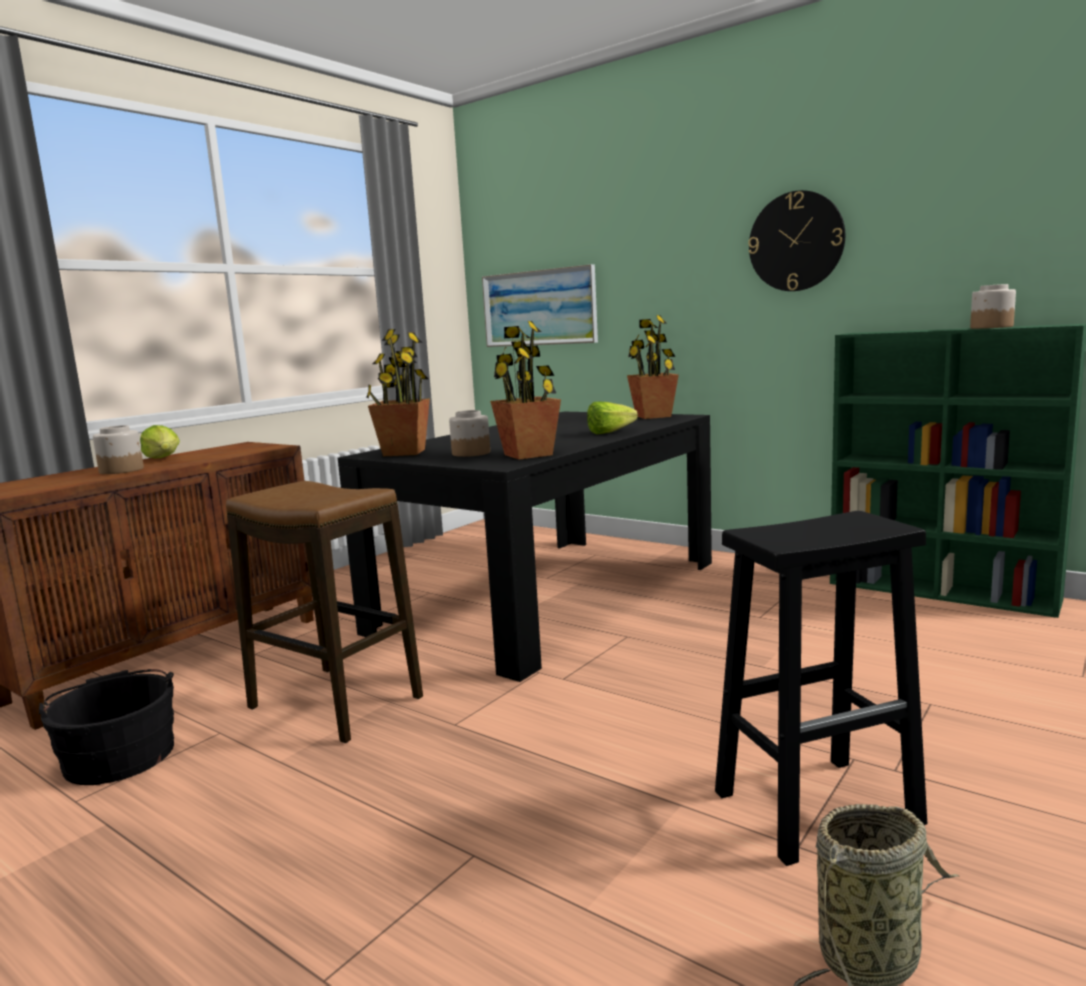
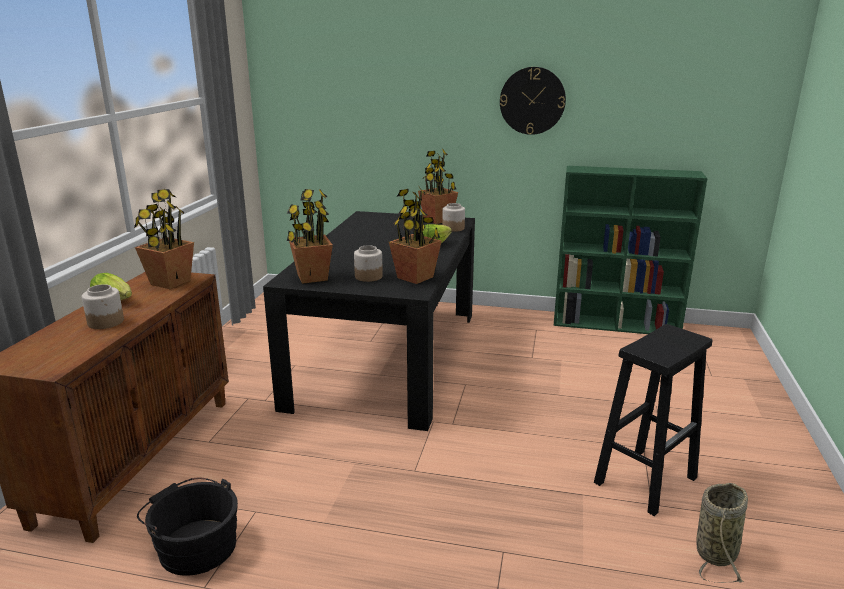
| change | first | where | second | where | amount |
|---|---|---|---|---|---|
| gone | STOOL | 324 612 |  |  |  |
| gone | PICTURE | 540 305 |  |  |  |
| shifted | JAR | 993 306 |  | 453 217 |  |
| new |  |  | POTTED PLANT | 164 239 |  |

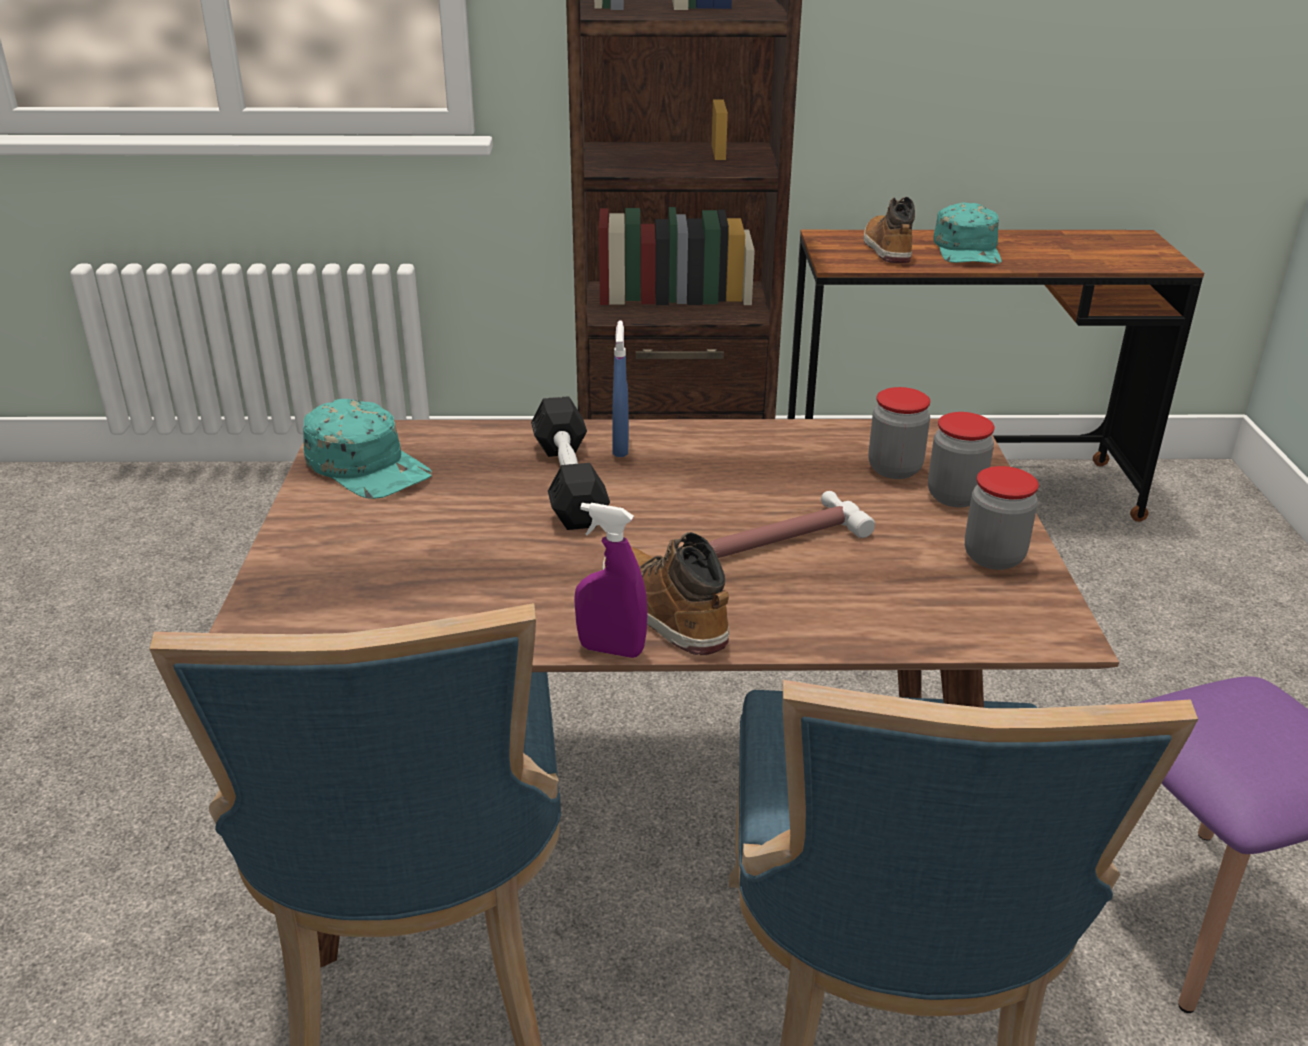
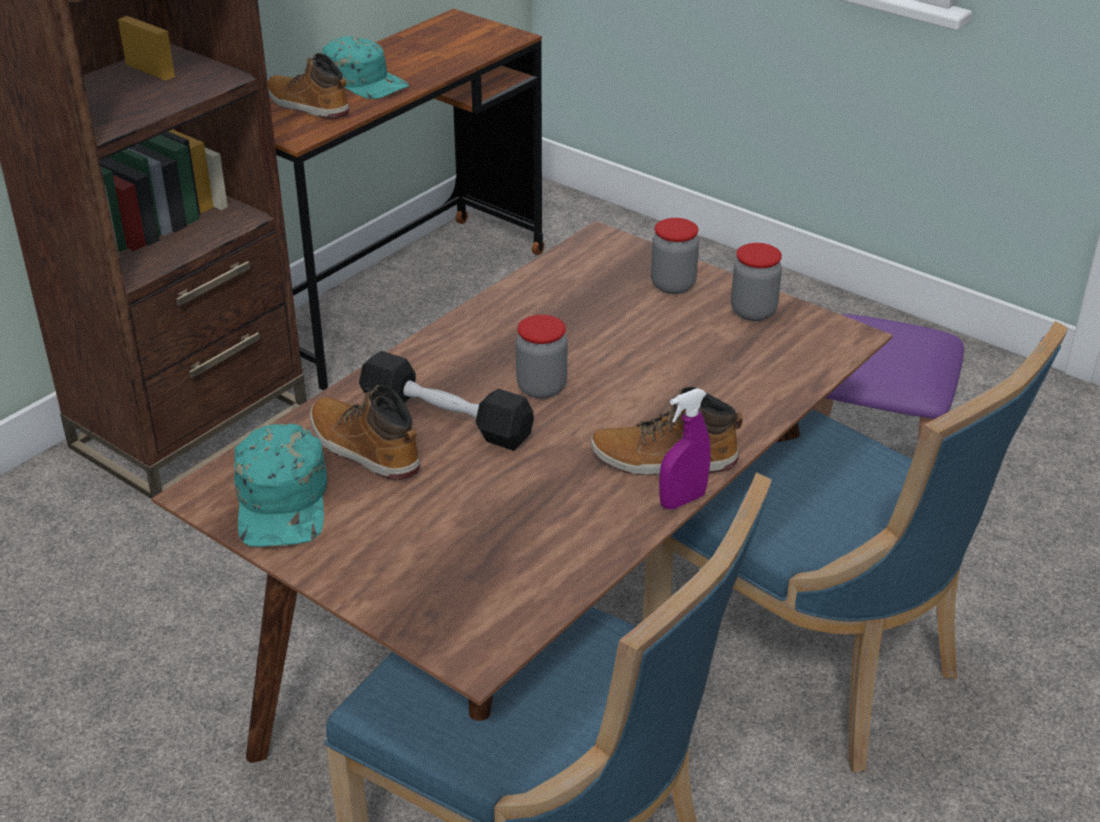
| change | first | where | second | where | amount |
|---|---|---|---|---|---|
| rotated | TURQUOISE CAP | 367 449 |  | 280 485 | 90 degrees clockwise |
| gone | BLUE SPRAY BOTTLE | 620 388 |  |  |  |
| gone | HAMMER | 792 524 |  |  |  |
| shifted | JAR | 899 433 |  | 541 357 |  |
| new |  |  | BOOT | 365 433 |  |

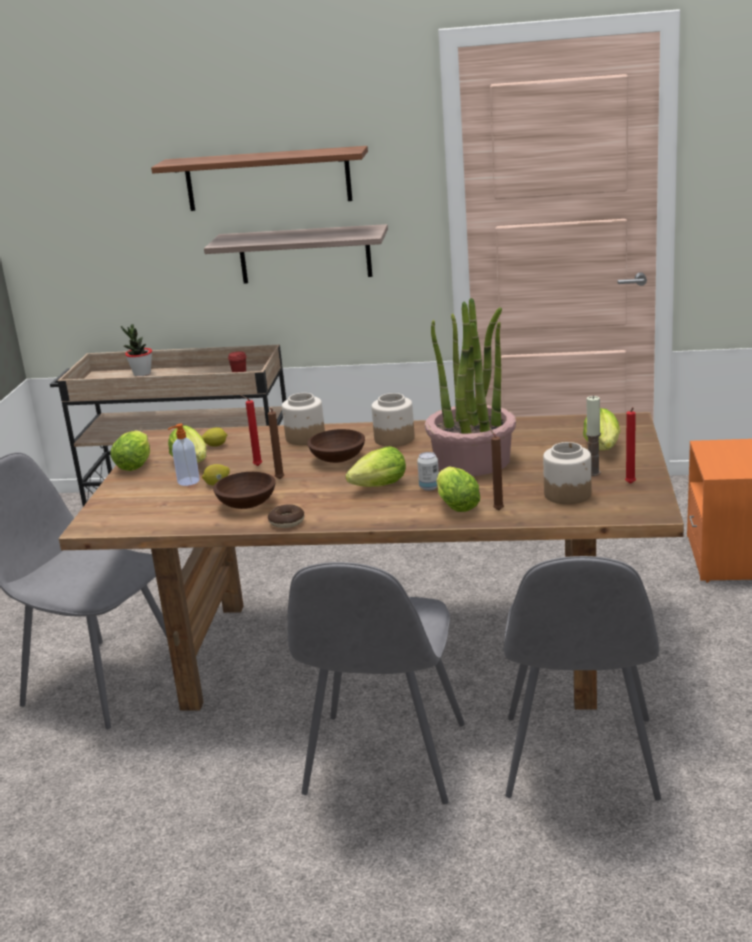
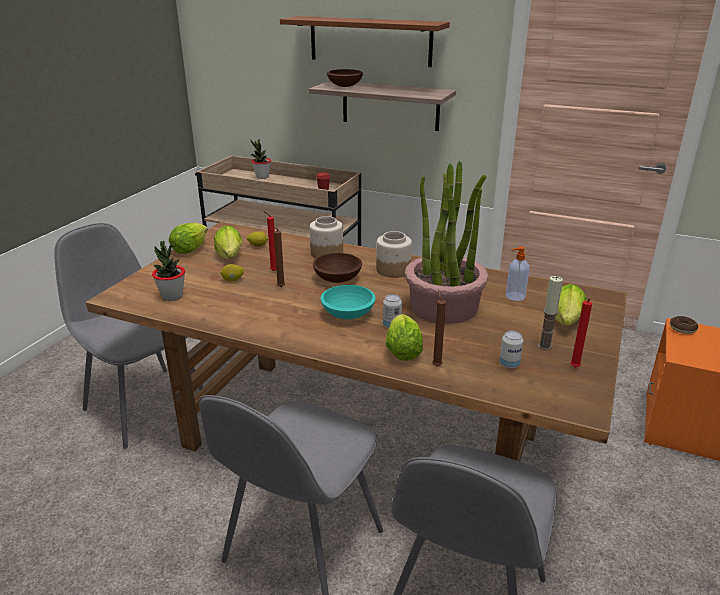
| change | first | where | second | where | amount |
|---|---|---|---|---|---|
| shifted | SOAP DISPENSER | 184 455 |  | 517 273 |  |
| shifted | BROWN BOWL | 244 490 |  | 345 78 |  |
| shifted | DONUT | 286 516 |  | 684 325 |  |
| swapped | LETTUCE | 375 466 | TURQUOISE BOWL | 348 302 |  |
| swapped | JAR | 567 473 | CAN | 511 350 |  |
| new |  |  | POTTED PLANT | 168 271 |  |

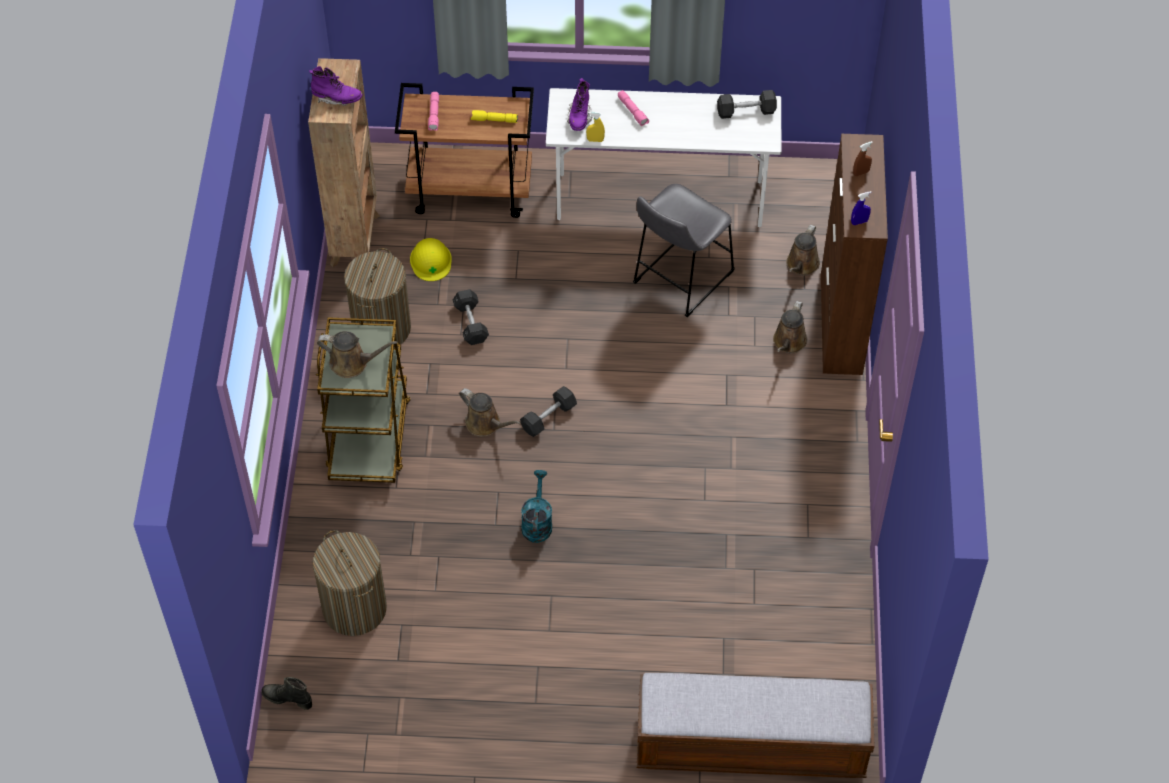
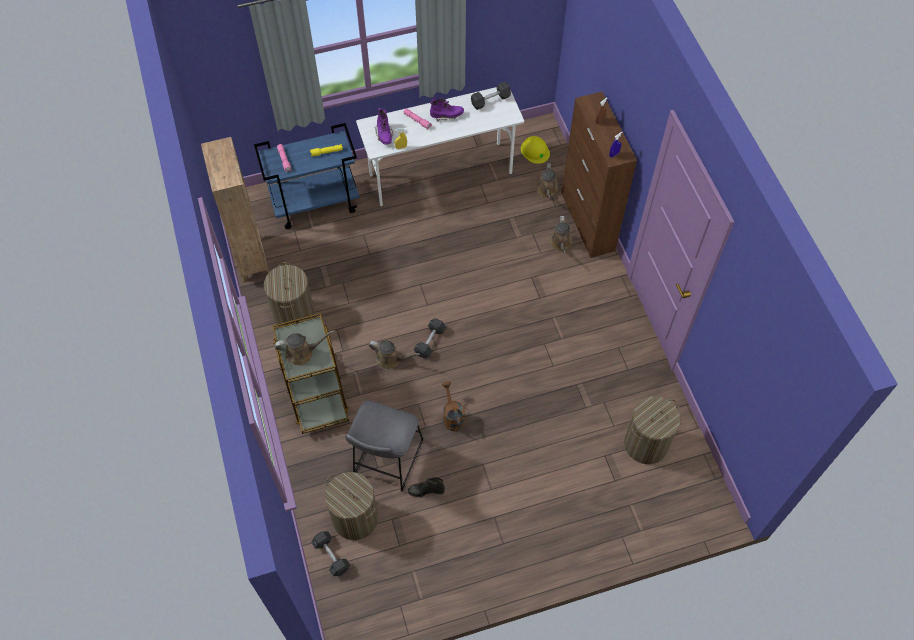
| change | first | where | second | where | amount |
|---|---|---|---|---|---|
| shifted | BLACK BOOT | 286 693 |  | 426 487 |  |
| shifted | PURPLE BOOT | 336 86 |  | 447 109 |  |
| repainted | BROWN CART | 464 150 | BLUE CART | 307 176 |  |
| shifted | YELLOW HARD HAT | 431 259 |  | 535 150 |  |
| shifted | GREY DUMBBELL | 471 317 |  | 330 554 |  |
| repainted | TURQUOISE WATERING CAN | 536 506 | BROWN WATERING CAN | 453 406 |  |
| shifted | GREY STOOL | 684 250 |  | 384 446 |  |
| gone | BENCH | 756 725 |  |  |  |
| new |  |  | LAUNDRY BASKET | 652 430 |  |

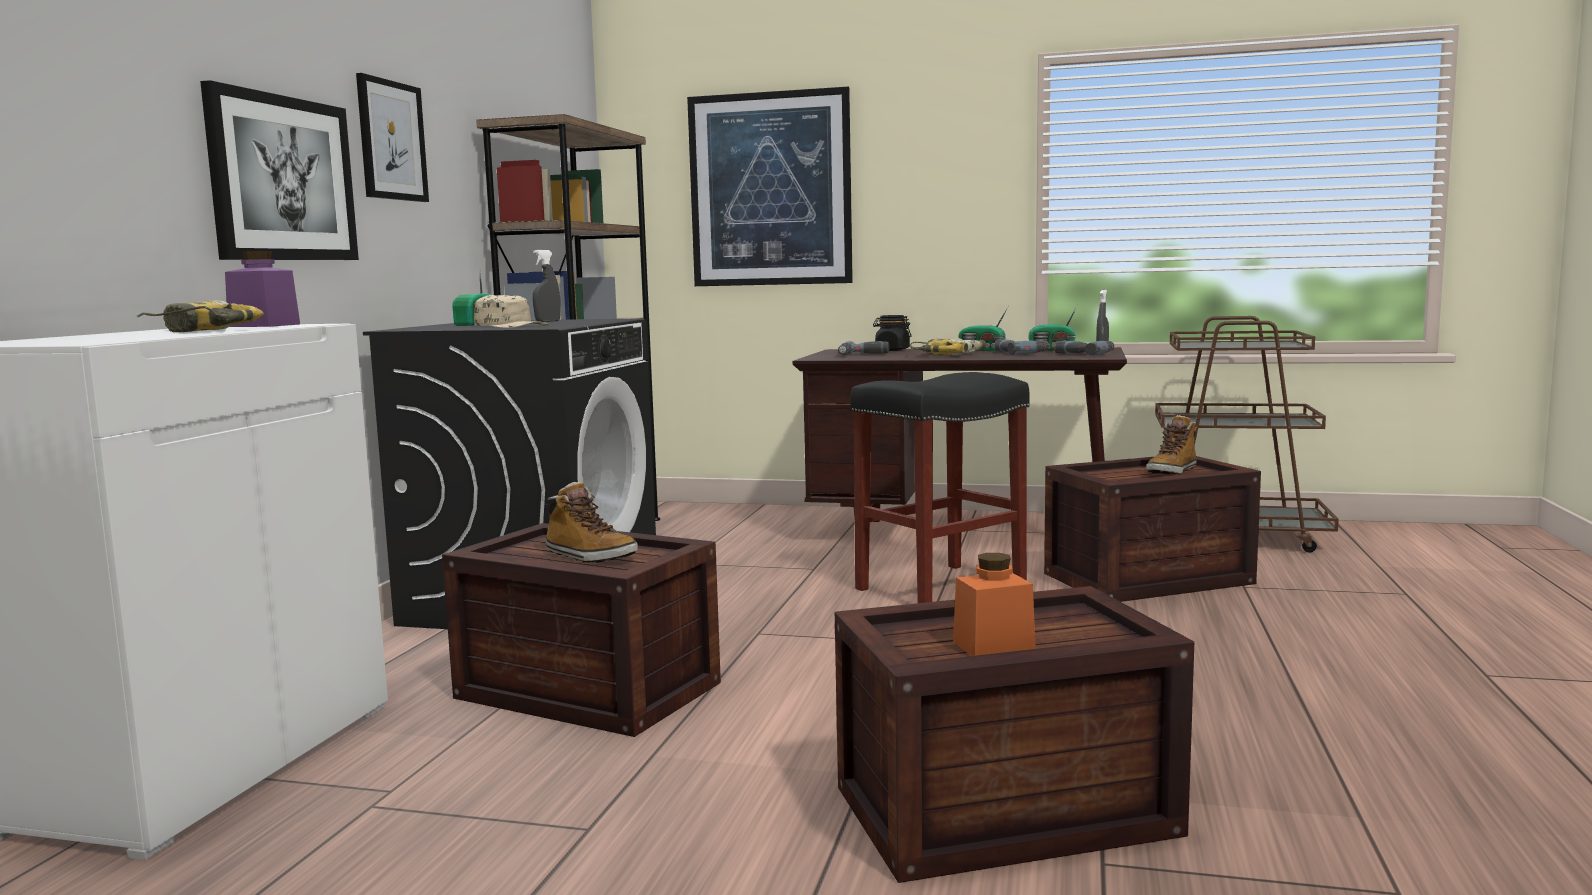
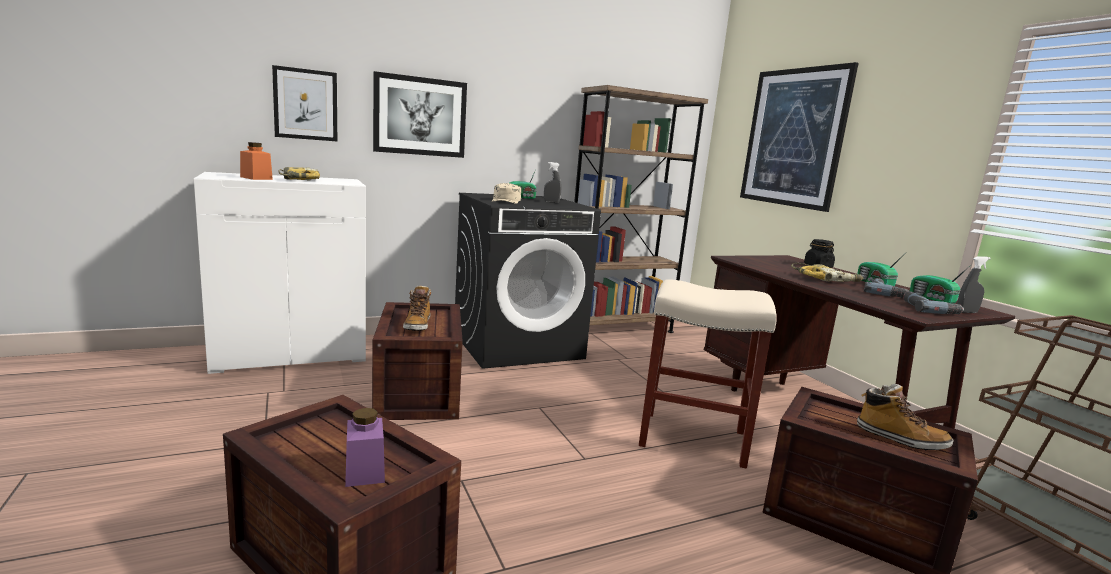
| change | first | where | second | where | amount |
|---|---|---|---|---|---|
| shifted | PURPLE JAR | 262 289 |  | 365 447 |  |
| shifted | PICTURE | 392 137 |  | 304 103 |  |
| gone | POWER DRILL | 863 348 |  |  |  |
| repainted | BLACK STOOL | 940 487 | BEIGE STOOL | 708 374 |  |
| shifted | ORANGE JAR | 994 604 |  | 256 161 |  |
| rotated | BOOT | 1171 445 |  | 905 417 | 150 degrees counterclockwise |

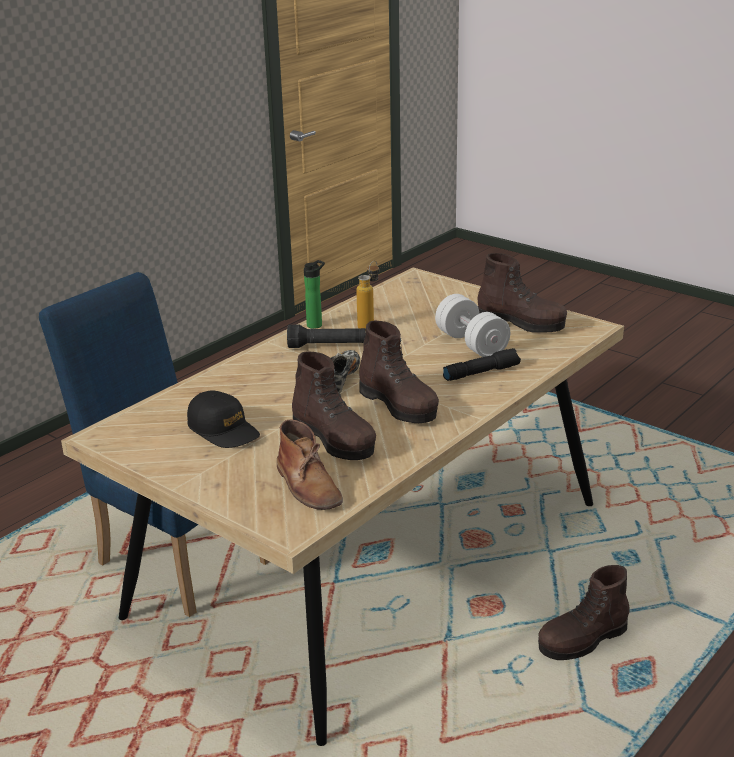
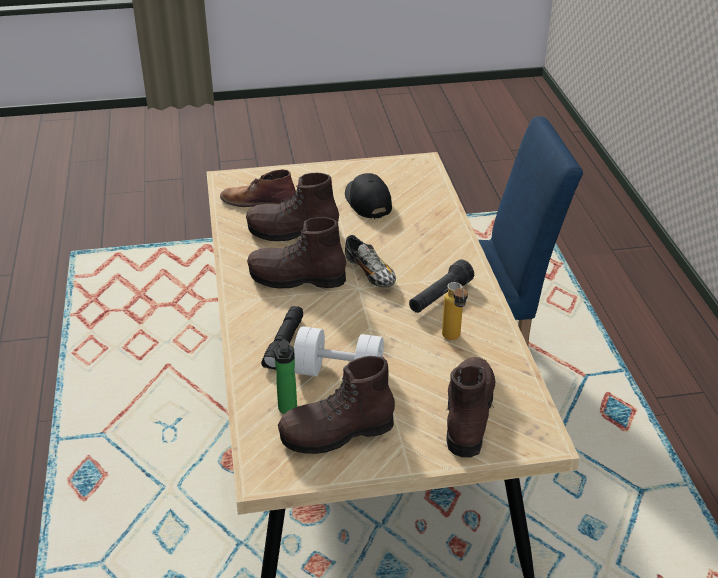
| change | first | where | second | where | amount |
|---|---|---|---|---|---|
| rotated | BLACK CAP | 223 419 |  | 368 196 | 75 degrees clockwise |
| shifted | BOTTLE | 314 294 |  | 285 376 |  |
| shifted | BROWN BOOT | 584 612 |  | 470 407 |  |

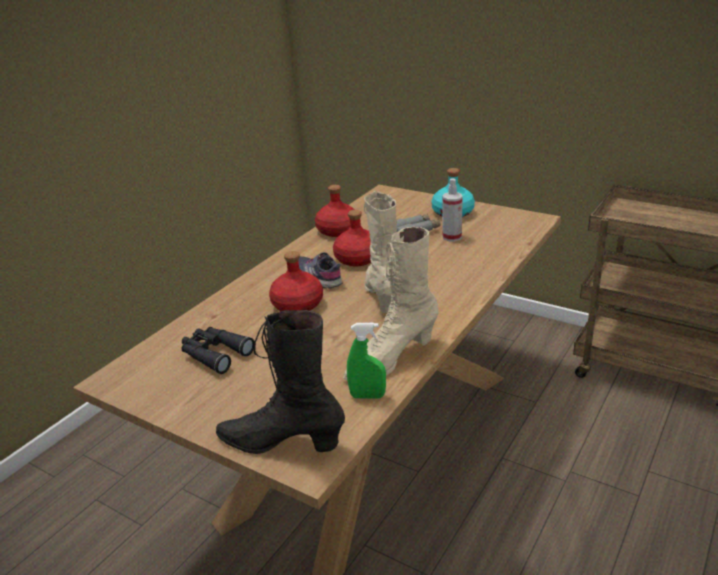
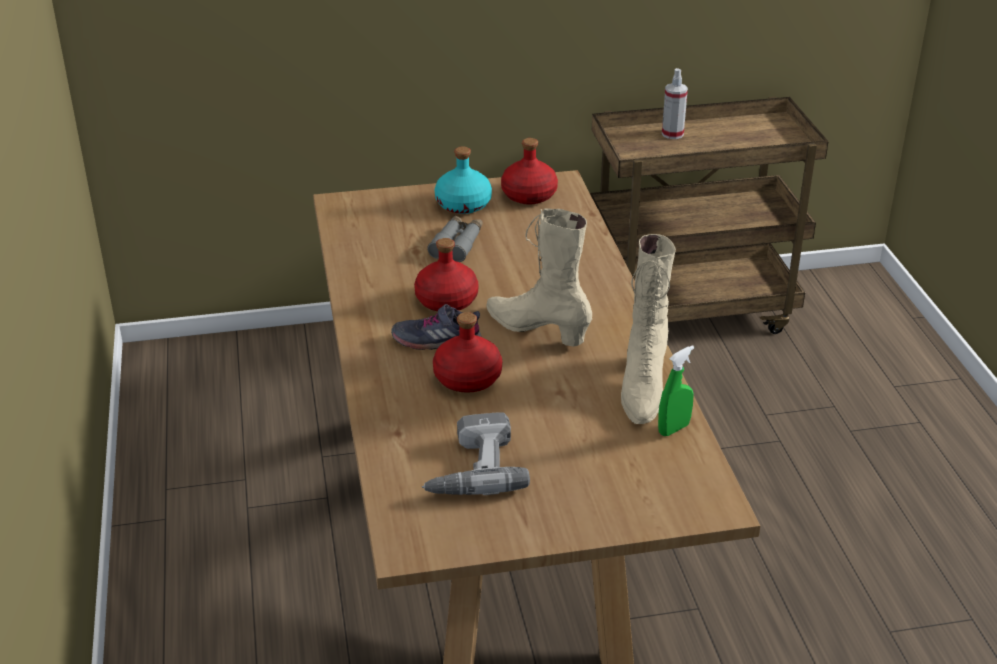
| change | first | where | second | where | amount |
|---|---|---|---|---|---|
| swapped | BLACK BINOCULARS | 218 350 | POWER DRILL | 476 453 |  |
| gone | BLACK BOOT | 280 382 |  |  |  |
| shifted | RED BOTTLE | 335 211 |  | 529 171 |  |
| shifted | SPRAY BOTTLE | 452 210 |  | 675 103 |  |

